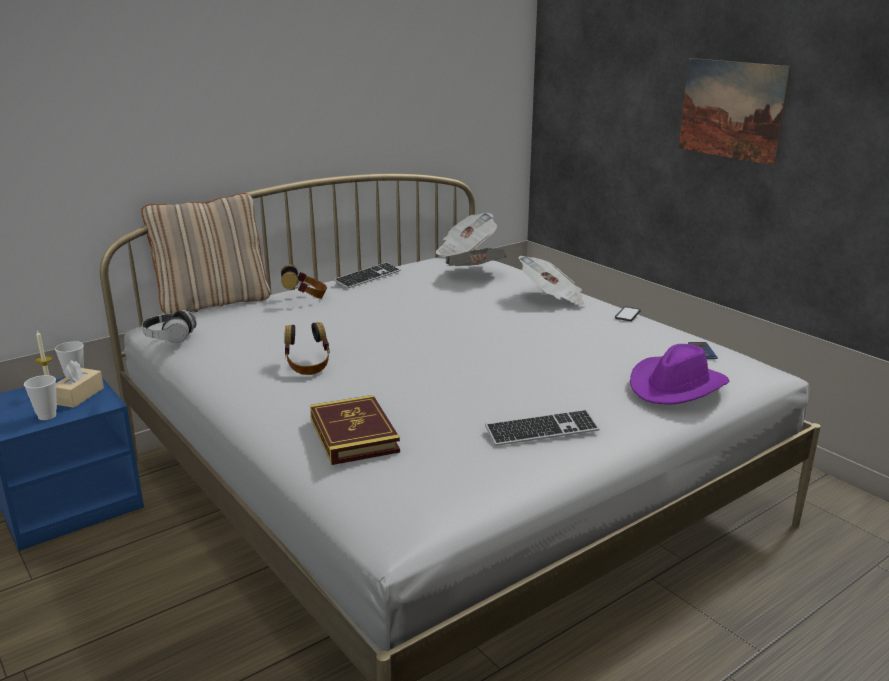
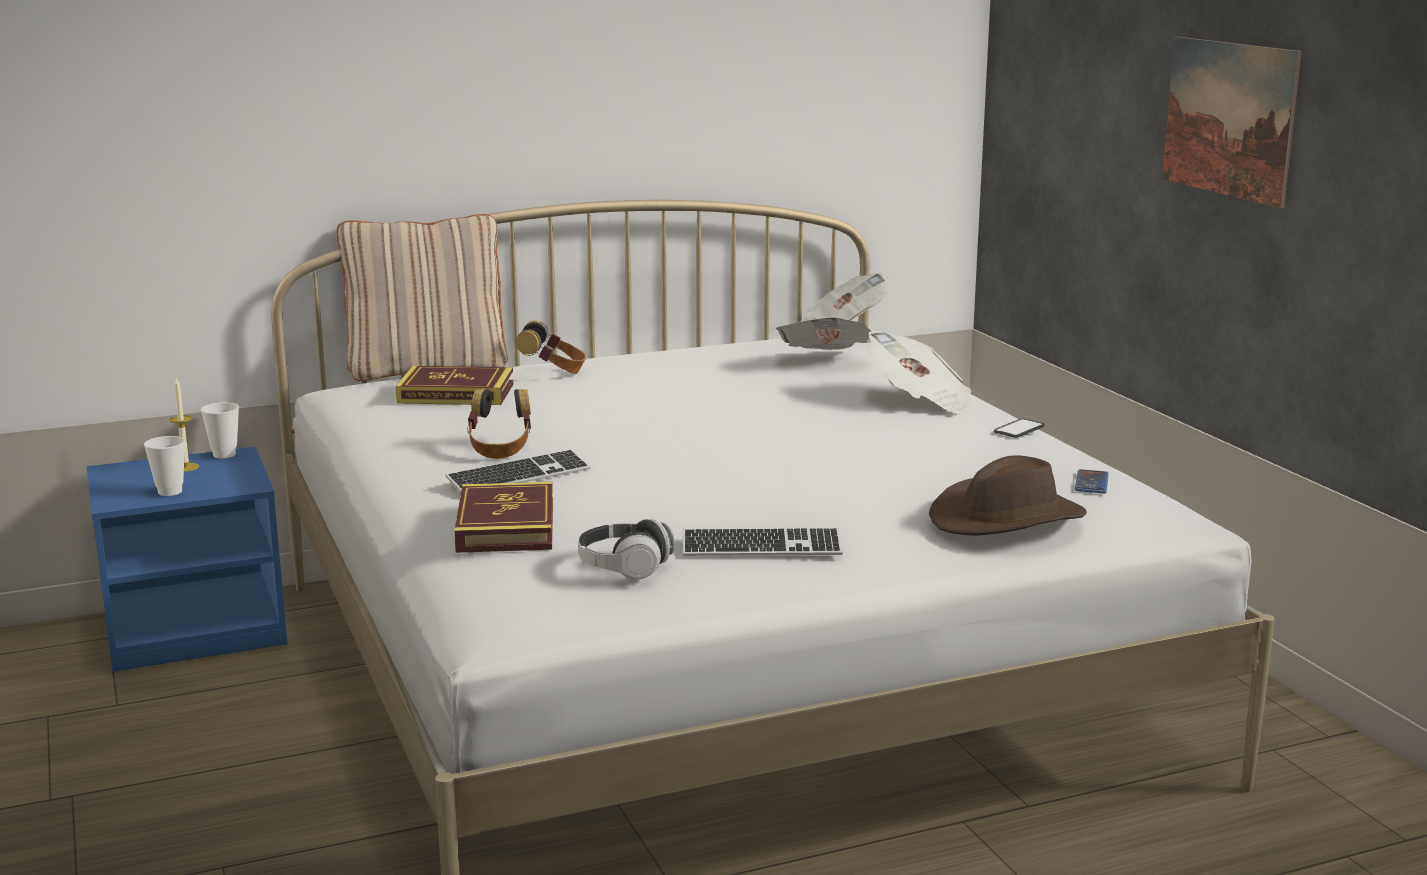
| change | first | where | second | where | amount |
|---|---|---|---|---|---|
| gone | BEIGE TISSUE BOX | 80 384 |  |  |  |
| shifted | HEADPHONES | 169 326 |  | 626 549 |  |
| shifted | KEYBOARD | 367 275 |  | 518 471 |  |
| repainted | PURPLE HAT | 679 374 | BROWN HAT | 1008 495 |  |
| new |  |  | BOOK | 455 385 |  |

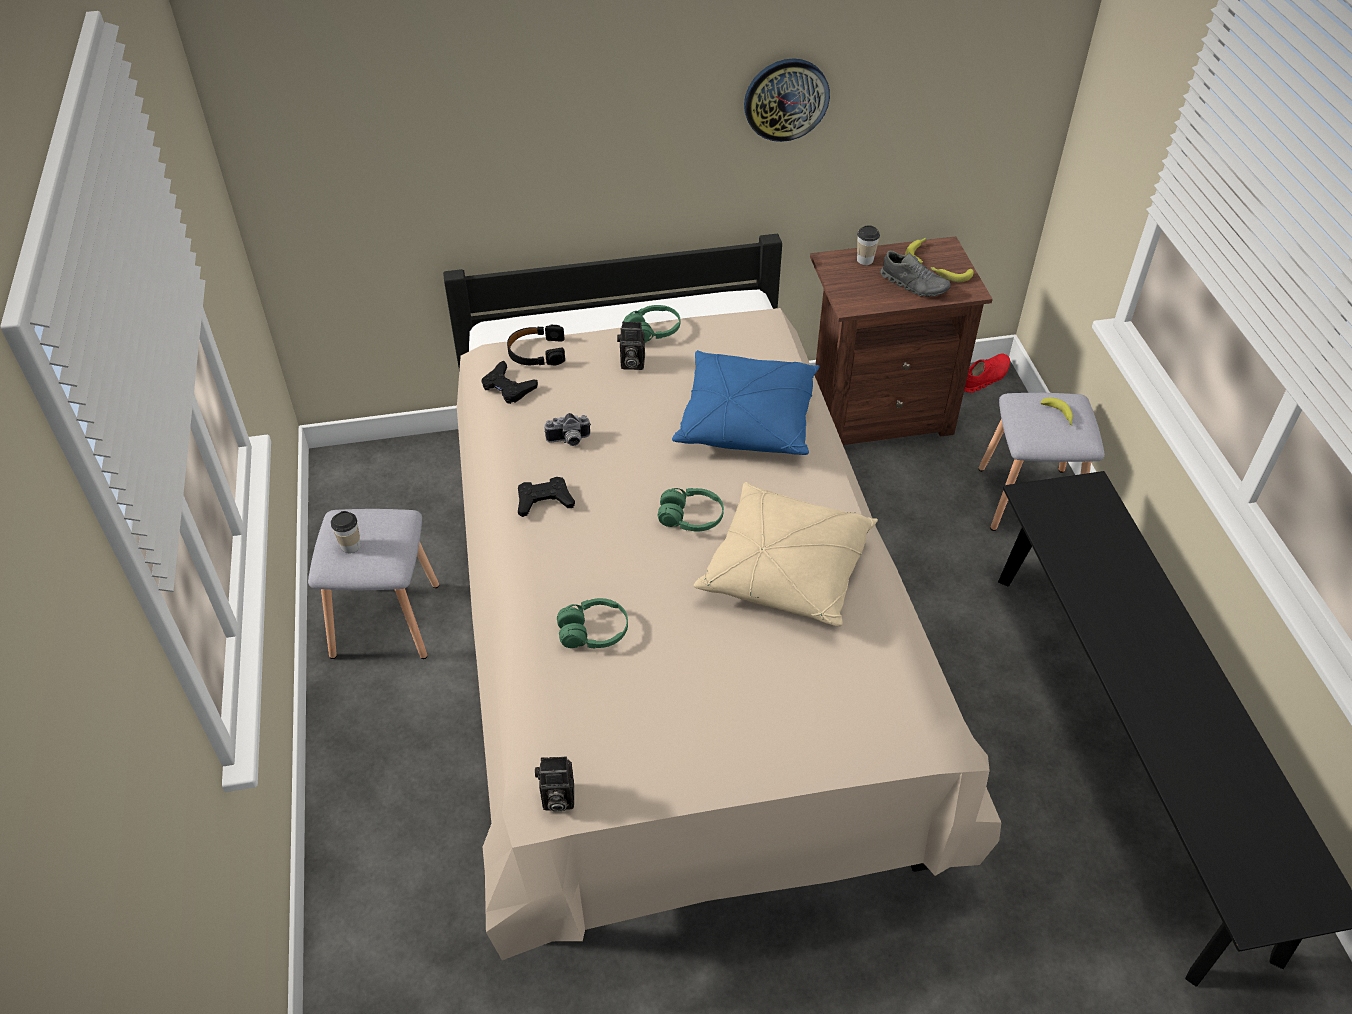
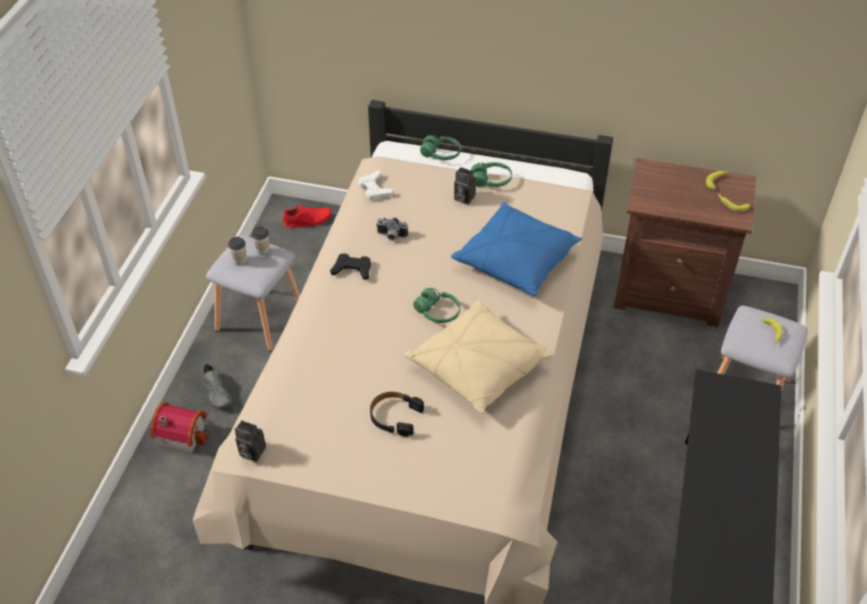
| change | first | where | second | where | amount |
|---|---|---|---|---|---|
| repainted | BLACK GAME CONTROLLER | 509 382 | WHITE GAME CONTROLLER | 375 185 |  |
| shifted | BLACK HEADPHONES | 536 345 |  | 397 414 |  |
| shifted | GREEN HEADPHONES | 592 623 |  | 440 147 |  |
| gone | WALL CLOCK | 787 100 |  |  |  |
| shifted | CUP | 868 245 |  | 260 241 |  |
| shifted | GREY SHOE | 915 274 |  | 217 386 |  |
| shifted | RED SHOE | 987 373 |  | 307 217 |  |
| new |  |  | TOY HOUSE | 179 428 |  |

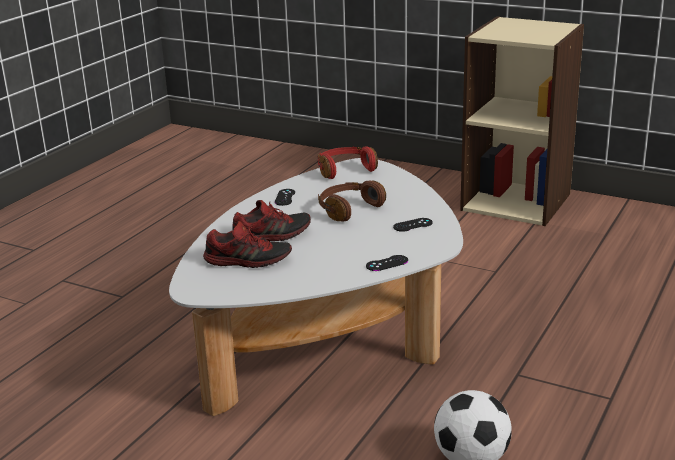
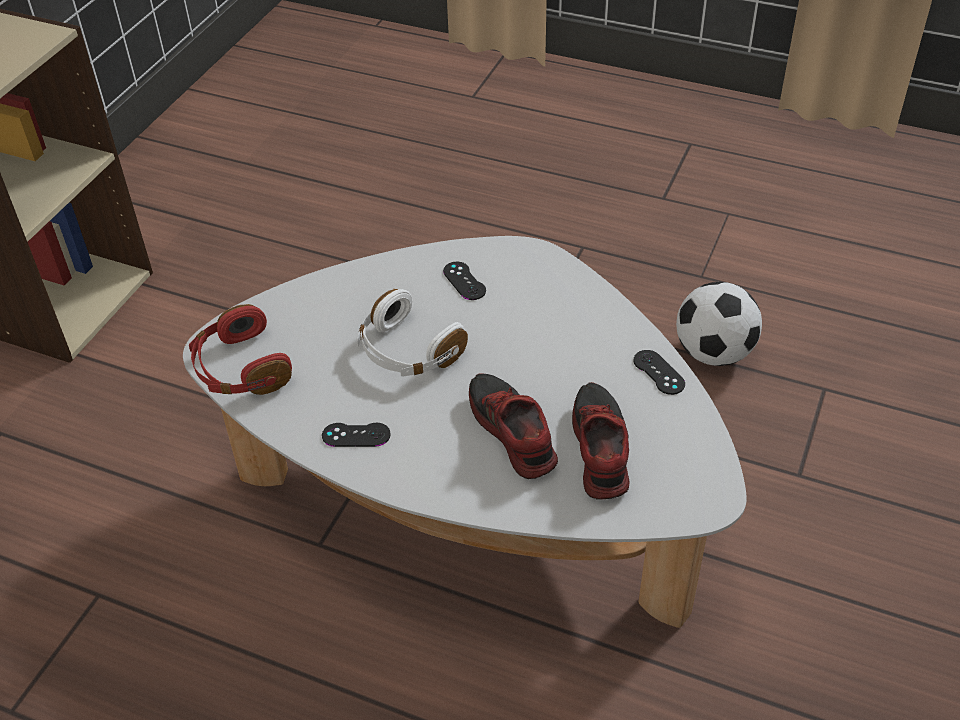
| change | first | where | second | where | amount |
|---|---|---|---|---|---|
| repainted | BROWN HEADPHONES | 352 201 | WHITE HEADPHONES | 412 332 |  |
| shifted | BLACK GAME CONTROLLER | 387 263 |  | 659 372 |  |

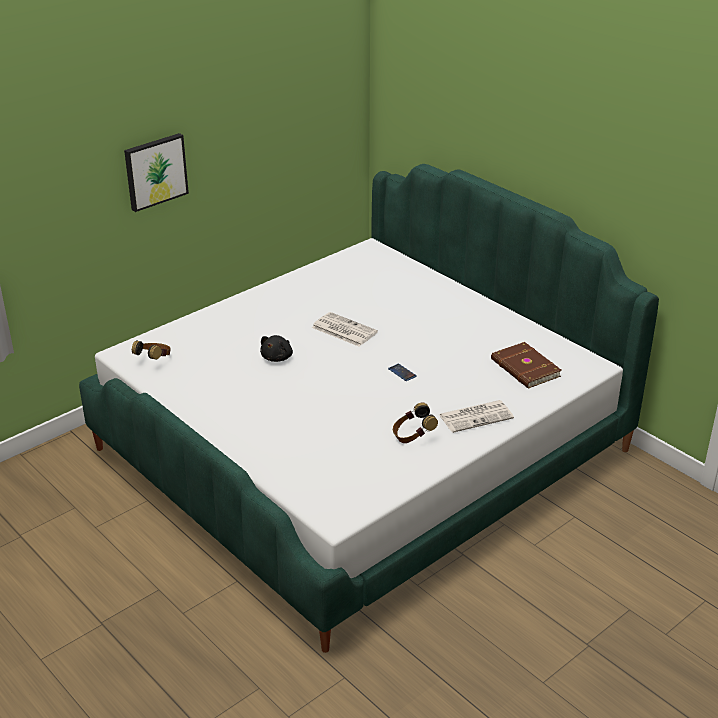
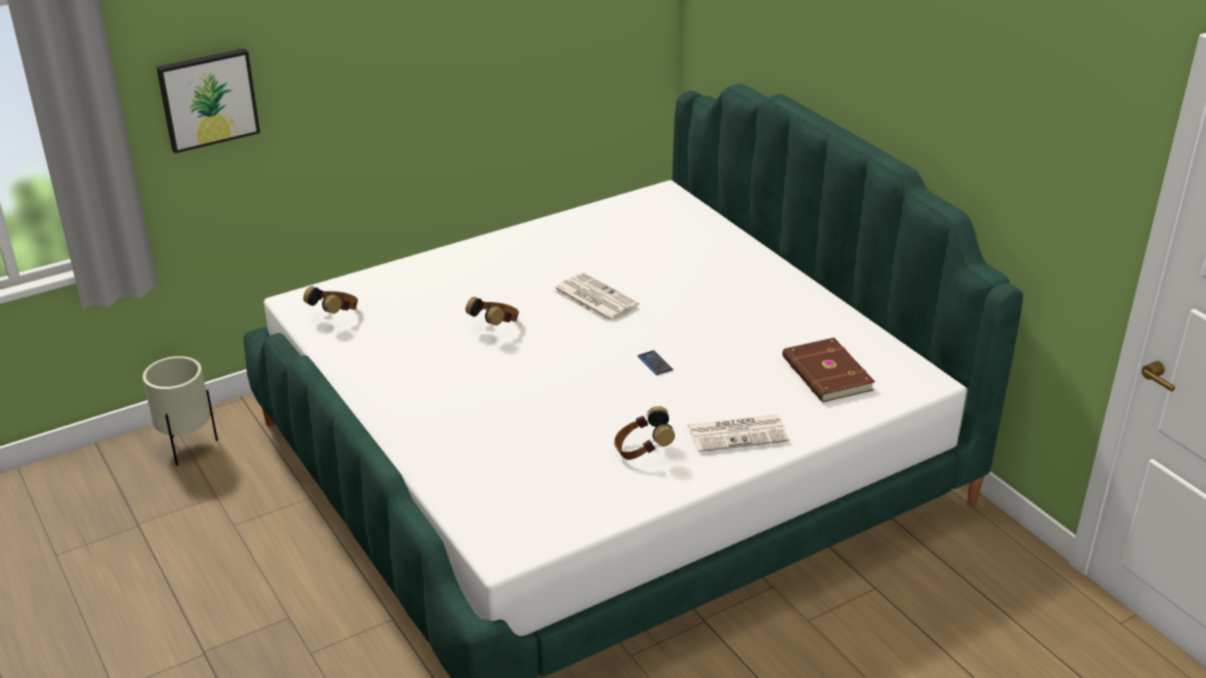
| change | first | where | second | where | amount |
|---|---|---|---|---|---|
| shifted | PICTURE | 156 172 |  | 208 100 |  |
| swapped | BLACK PLUSH TOY | 276 348 | HEADPHONES | 492 311 |  |
| new |  |  | BEIGE PLANTER | 180 411 |  |

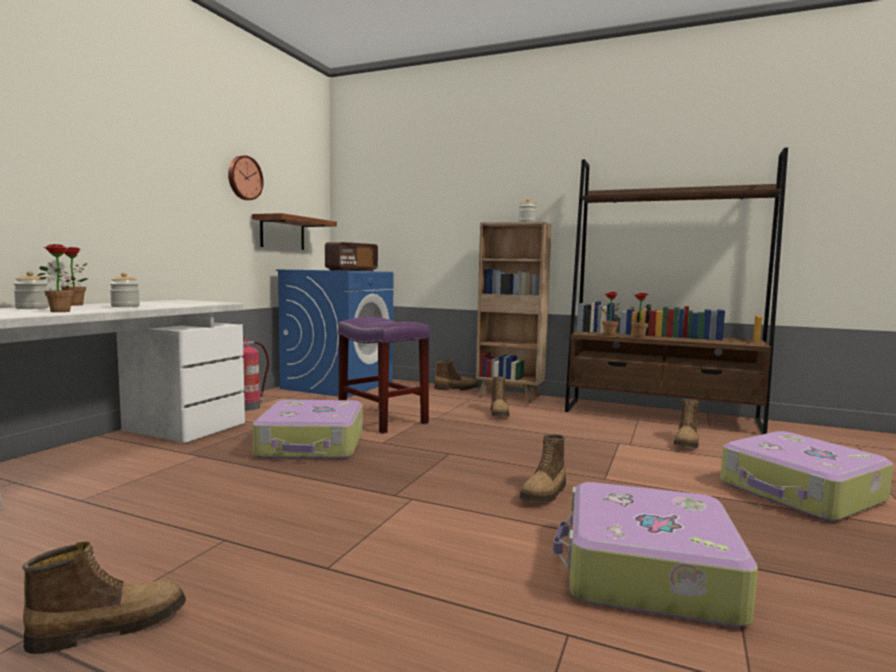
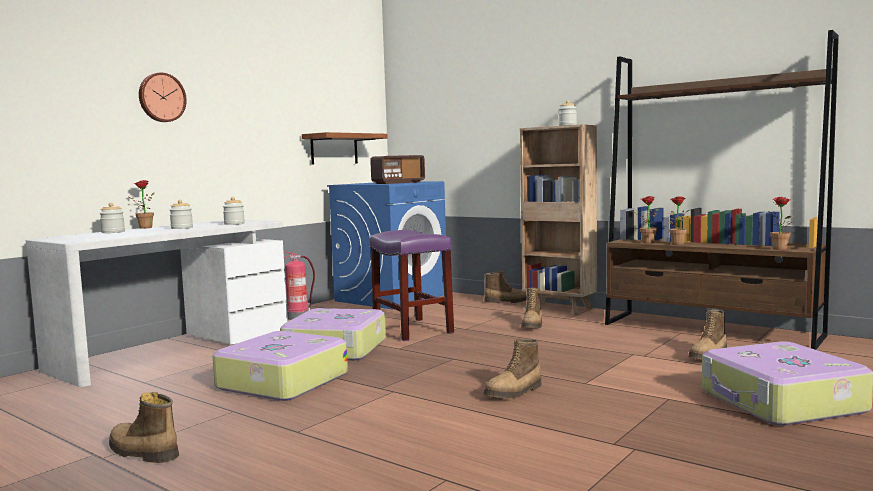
| change | first | where | second | where | amount |
|---|---|---|---|---|---|
| rotated | BOOT | 104 598 |  | 144 427 | 135 degrees counterclockwise |
| shifted | POTTED PLANT | 62 278 |  | 780 223 |  |
| shifted | WALL CLOCK | 246 177 |  | 163 97 |  |
| shifted | SUITCASE | 655 554 |  | 280 366 |  |
| new |  |  | JAR | 234 211 |  |

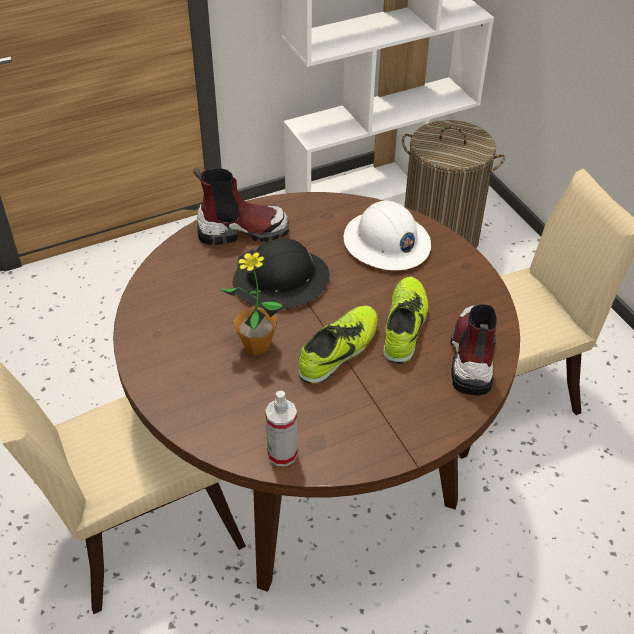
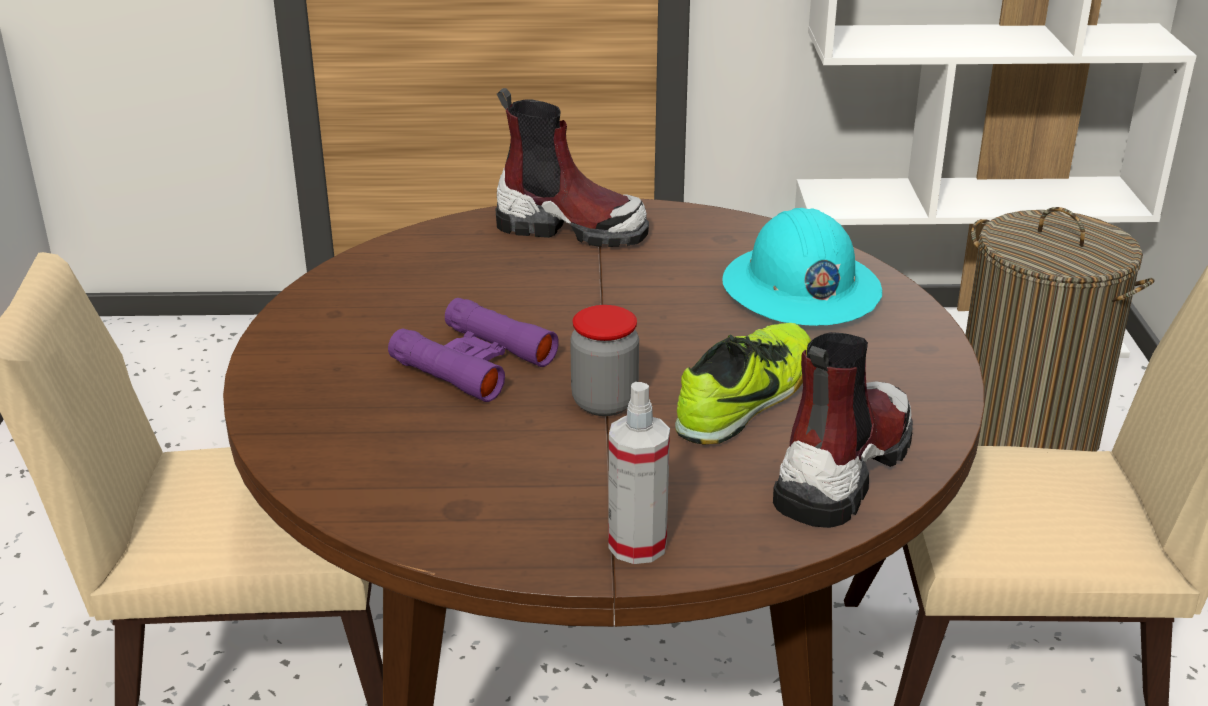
| change | first | where | second | where | amount |
|---|---|---|---|---|---|
| swapped | POTTED PLANT | 251 302 | PURPLE BINOCULARS | 473 350 |  |
| gone | BLACK HARD HAT | 281 274 |  |  |  |
| shifted | SPRAY BOTTLE | 281 428 |  | 639 473 |  |
| swapped | SHOE | 338 345 | JAR | 604 360 |  |
| repainted | WHITE HARD HAT | 387 235 | TURQUOISE HARD HAT | 802 267 |  |

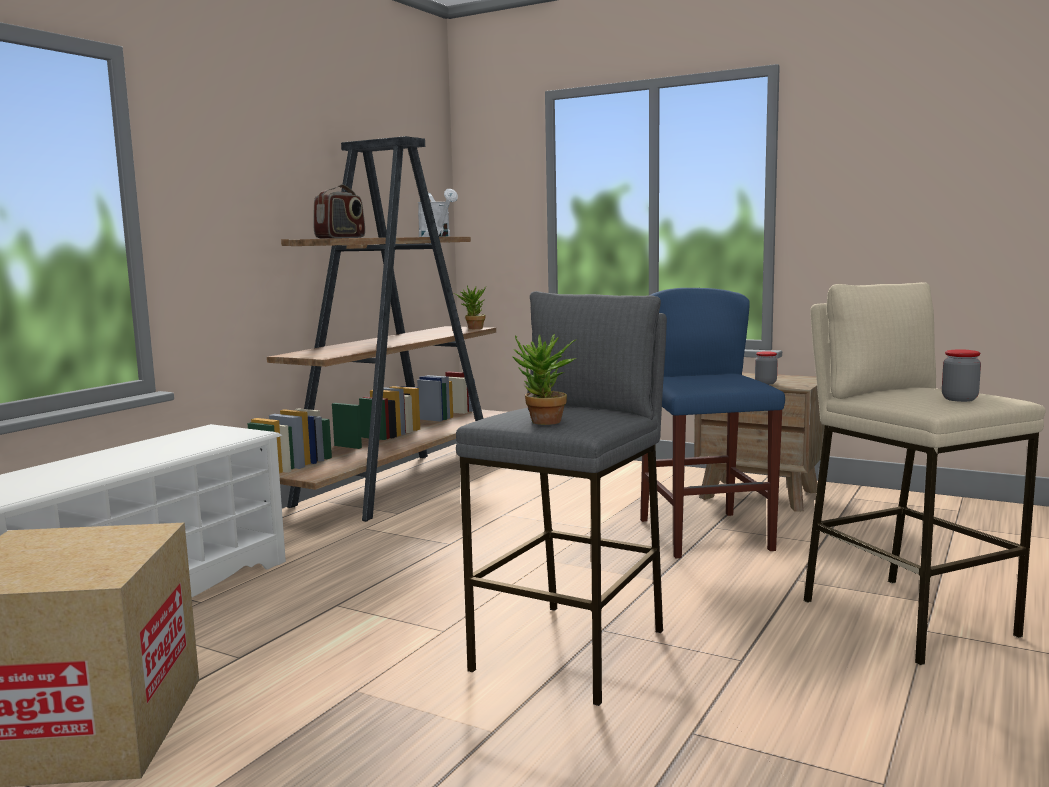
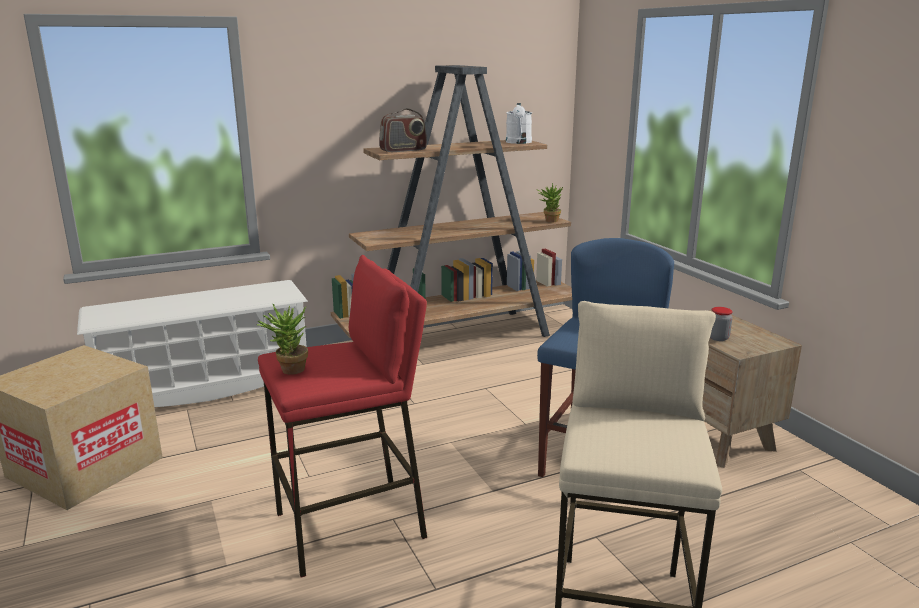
| change | first | where | second | where | amount |
|---|---|---|---|---|---|
| repainted | GREY STOOL | 561 498 | RED STOOL | 342 416 |  |
| gone | JAR | 961 375 |  |  |  |

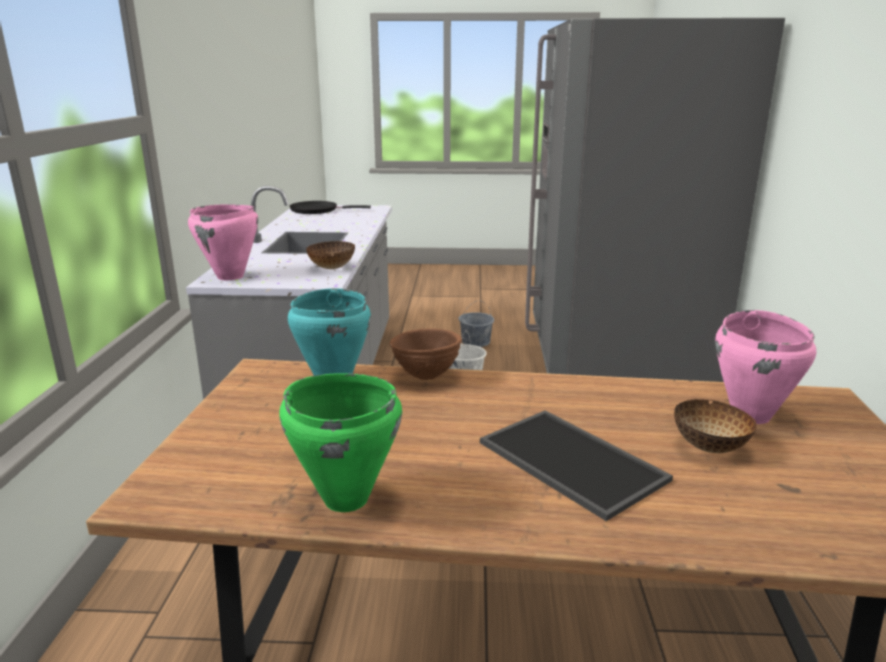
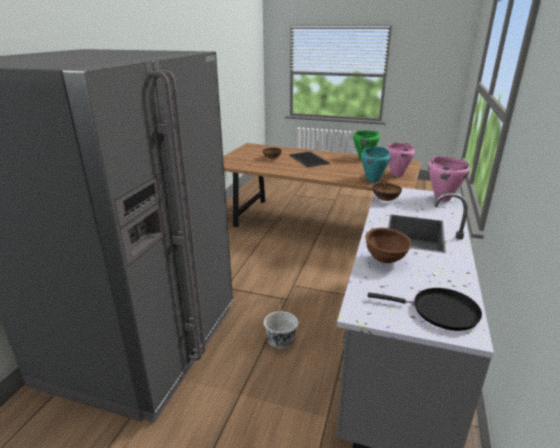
| change | first | where | second | where | amount |
|---|---|---|---|---|---|
| shifted | BROWN BOWL | 425 354 |  | 388 245 |  |
| gone | GREY BUCKET | 476 323 |  |  |  |
| shifted | PINK COOKING POT | 766 367 |  | 401 159 |  |

